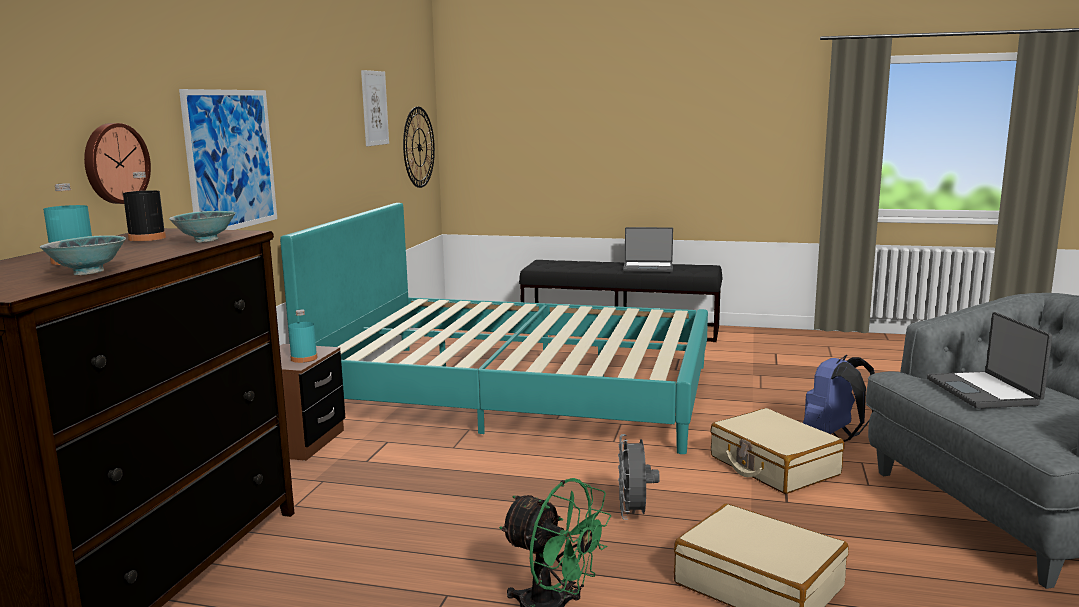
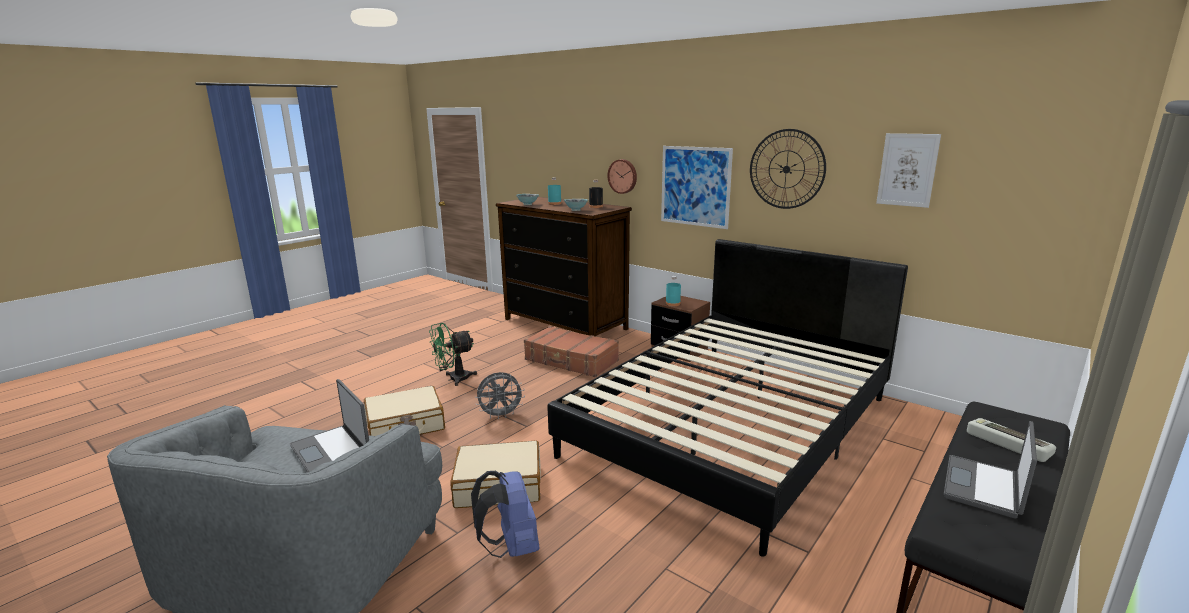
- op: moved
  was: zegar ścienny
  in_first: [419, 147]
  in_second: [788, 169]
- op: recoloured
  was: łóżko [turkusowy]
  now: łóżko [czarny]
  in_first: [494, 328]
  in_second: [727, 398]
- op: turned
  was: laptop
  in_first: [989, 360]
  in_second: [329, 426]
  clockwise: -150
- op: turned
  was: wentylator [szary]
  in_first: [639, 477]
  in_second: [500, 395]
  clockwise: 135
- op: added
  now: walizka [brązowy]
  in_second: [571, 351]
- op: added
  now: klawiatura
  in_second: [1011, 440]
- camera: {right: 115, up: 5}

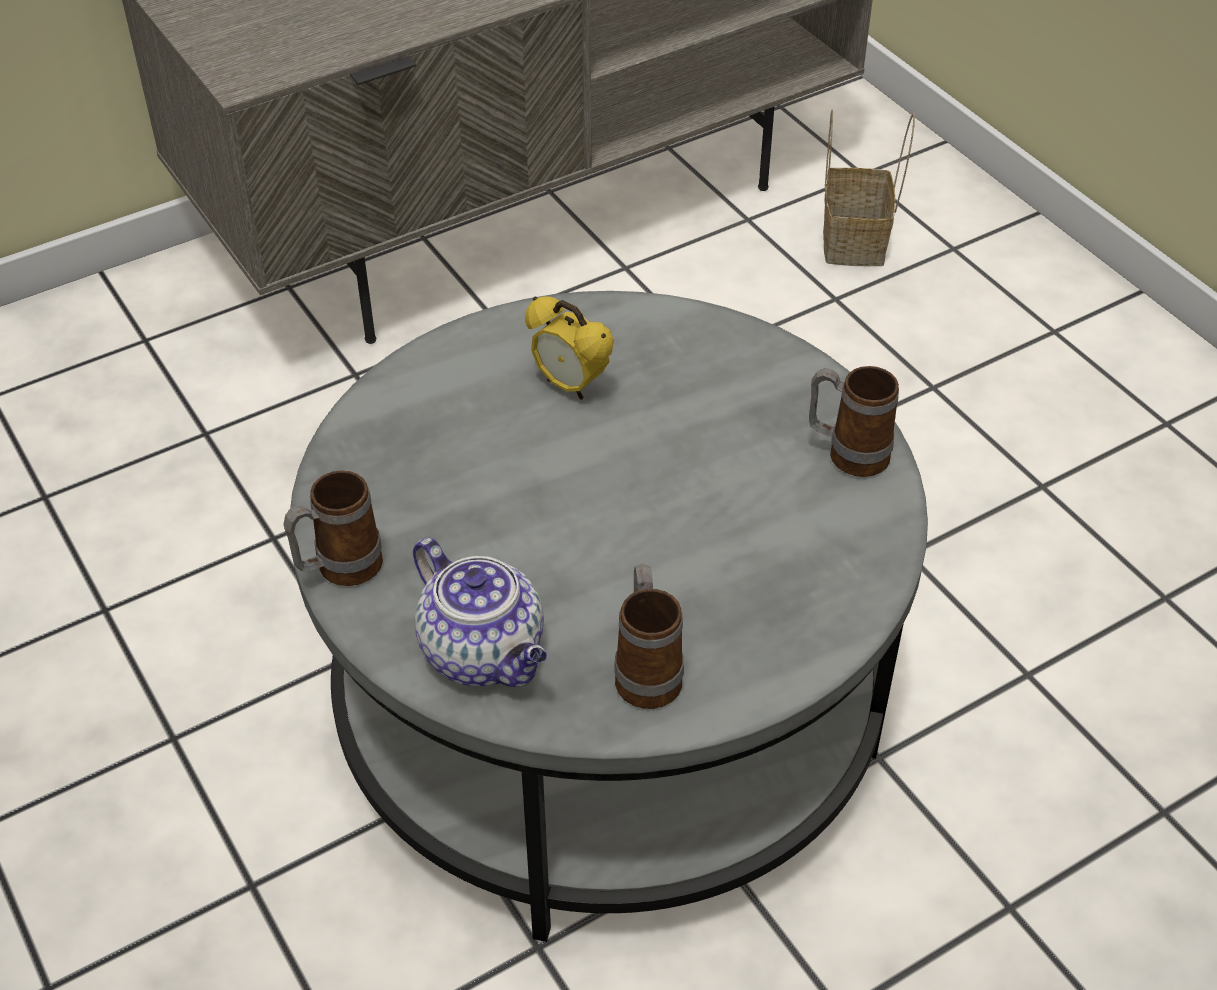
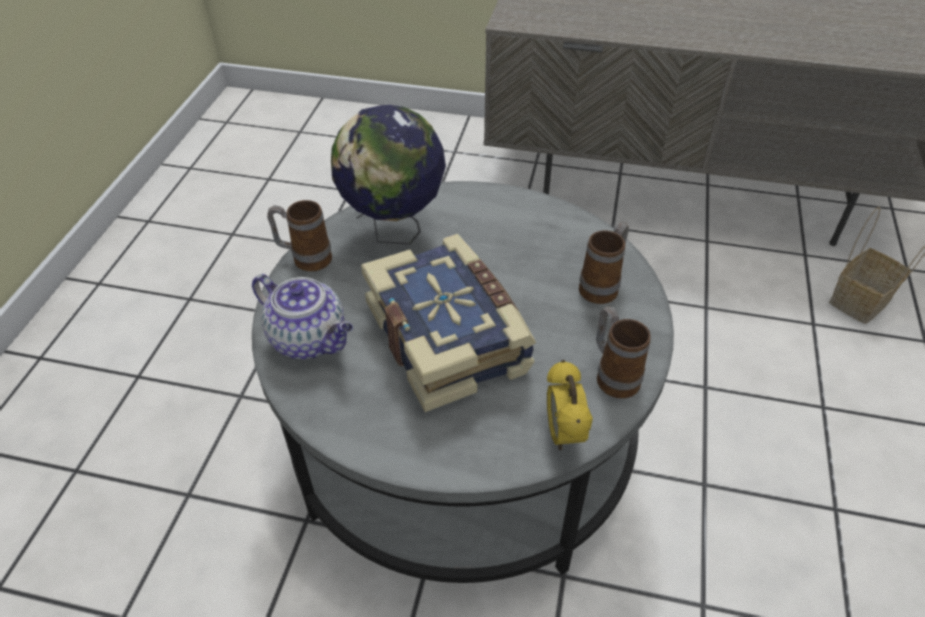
- op: moved
  was: budzik
  in_first: [569, 348]
  in_second: [570, 405]
- op: turned
  was: imbryk
  in_first: [480, 612]
  in_second: [302, 316]
  clockwise: -60
- op: moved
  was: kubek
  in_first: [649, 636]
  in_second: [604, 263]
- op: added
  now: globus
  in_second: [388, 175]
- op: added
  now: książka
  in_second: [448, 323]
- camera: {right: 45, up: 0}

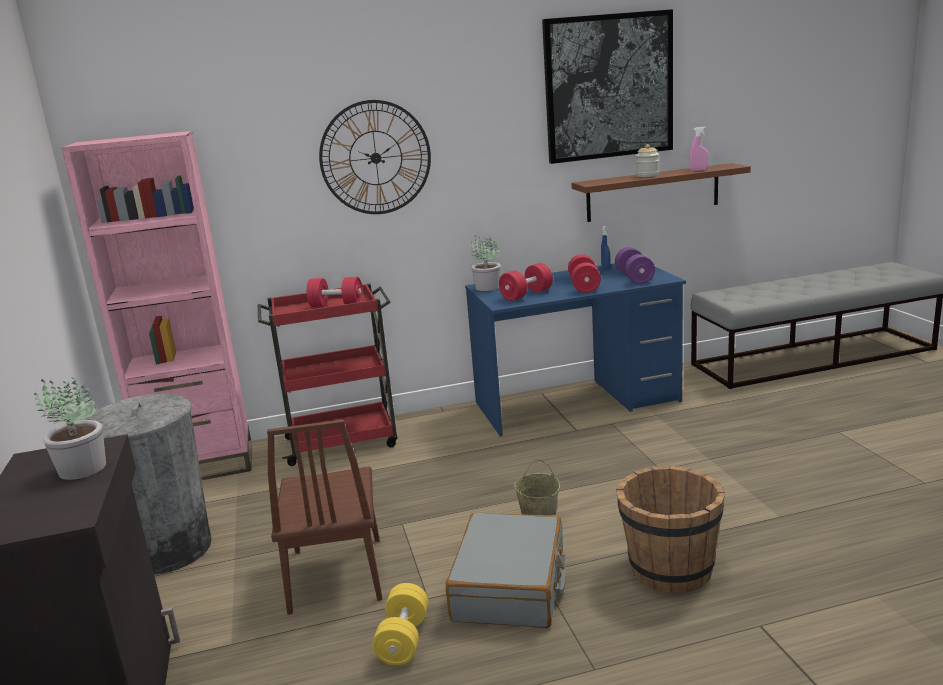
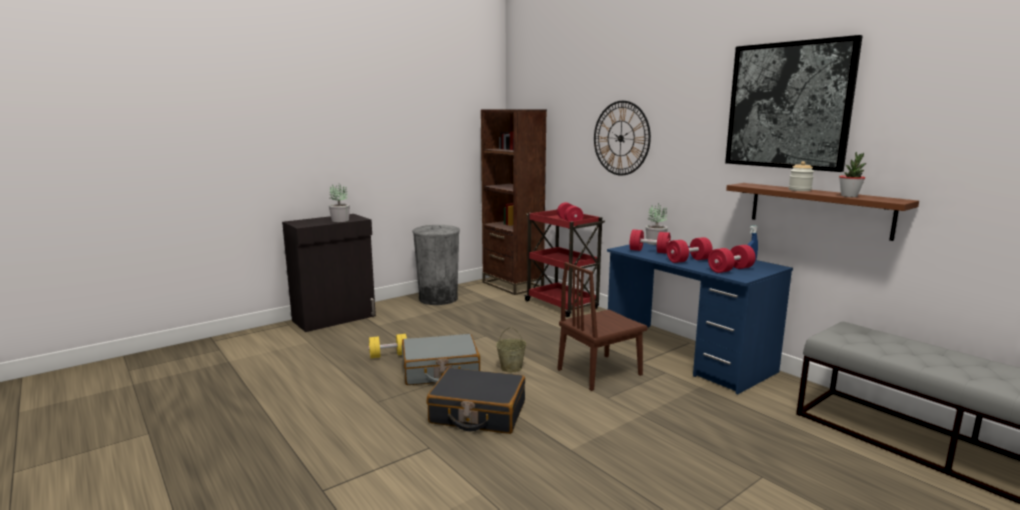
- op: replaced
  was: spryskiwacz [różowy]
  now: roślina doniczkowa
  in_first: [698, 149]
  in_second: [852, 174]
- op: recoloured
  was: regał [różowy]
  now: regał [brązowy]
  in_first: [156, 305]
  in_second: [514, 202]
- op: recoloured
  was: hantel [fioletowy]
  now: hantel [czerwony]
  in_first: [635, 265]
  in_second: [732, 259]
- op: moved
  was: krzesło [brązowy]
  in_first: [324, 517]
  in_second: [602, 326]
- op: replaced
  was: wiadro [brązowy]
  now: walizka [czarny]
  in_first: [670, 529]
  in_second: [476, 400]
- camera: {right: 65, up: -5}

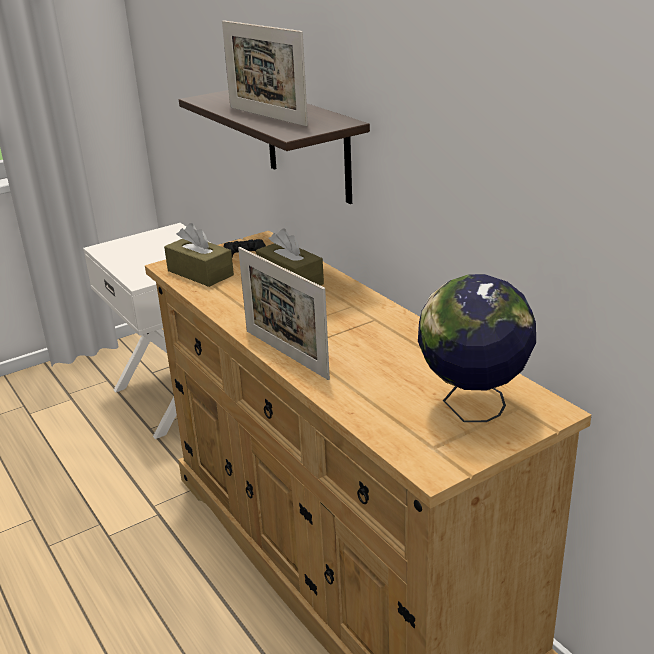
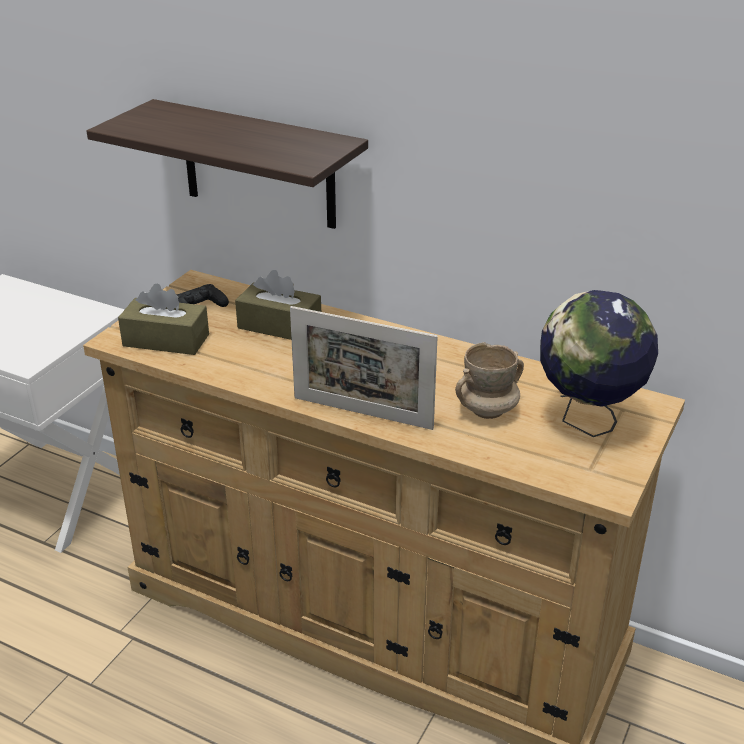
- op: removed
  was: ramka na zdjęcie
  in_first: [265, 73]
- op: added
  now: kubek [beżowy]
  in_second: [489, 380]
- camera: {right: -30, up: 5}

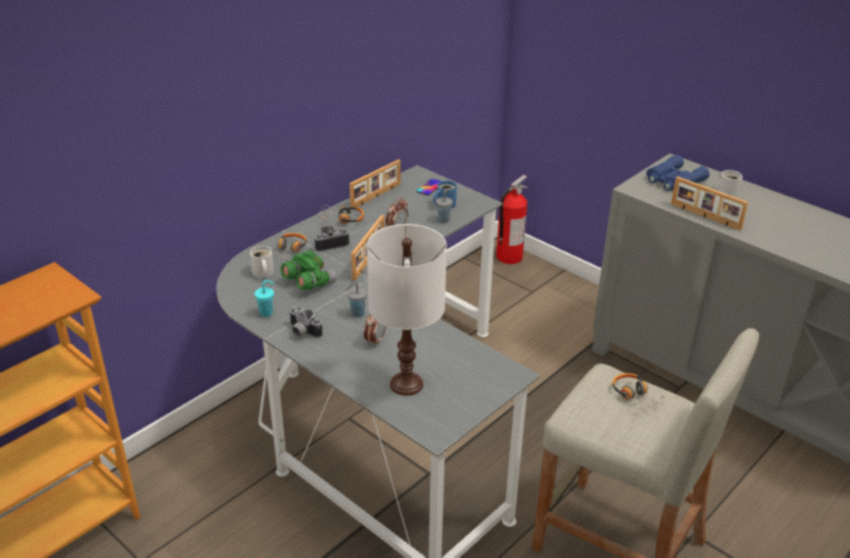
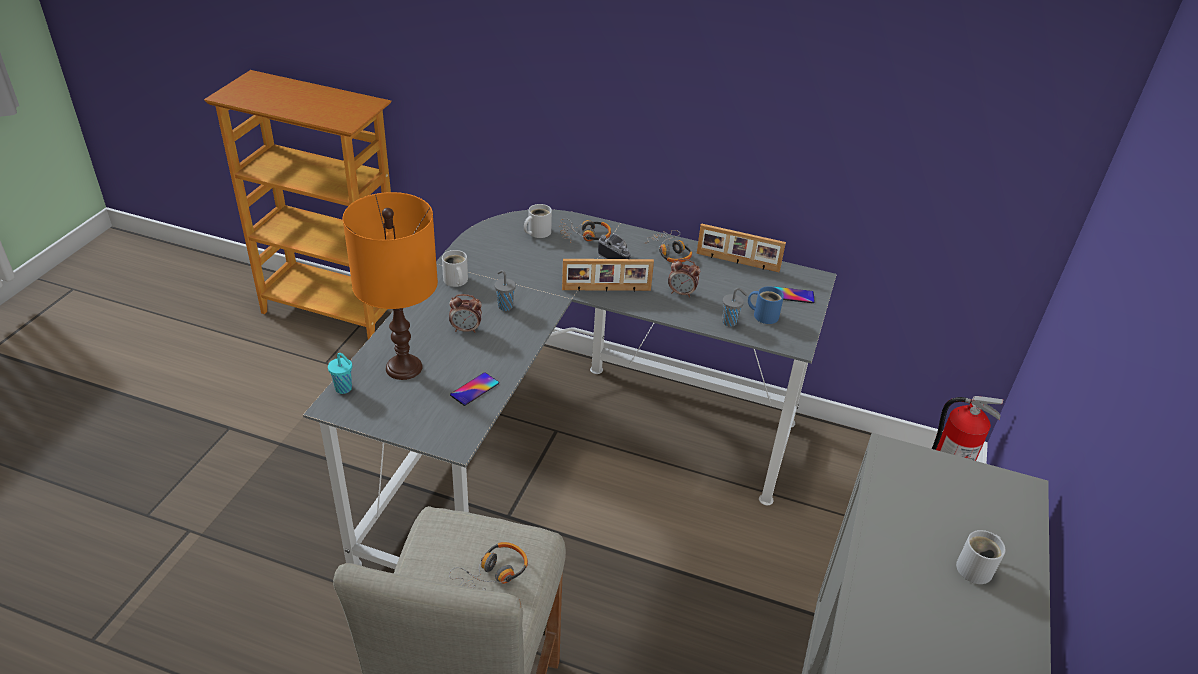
- op: removed
  was: lornetka [niebieski]
  in_first: [677, 173]
- op: removed
  was: ramka na zdjęcie
  in_first: [709, 203]
- op: recoloured
  was: lampa stołowa [biały]
  now: lampa stołowa [pomarańczowy]
  in_first: [407, 310]
  in_second: [390, 286]
- op: removed
  was: lornetka [zielony]
  in_first: [309, 270]
- op: moved
  was: filiżanka [turkusowy]
  in_first: [264, 298]
  in_second: [340, 373]
- op: replaced
  was: aparat fotograficzny
  now: kubek [biały]
  in_first: [306, 322]
  in_second: [455, 268]
- op: added
  now: telefon
  in_second: [474, 389]
- camera: {right: 65, up: 5}

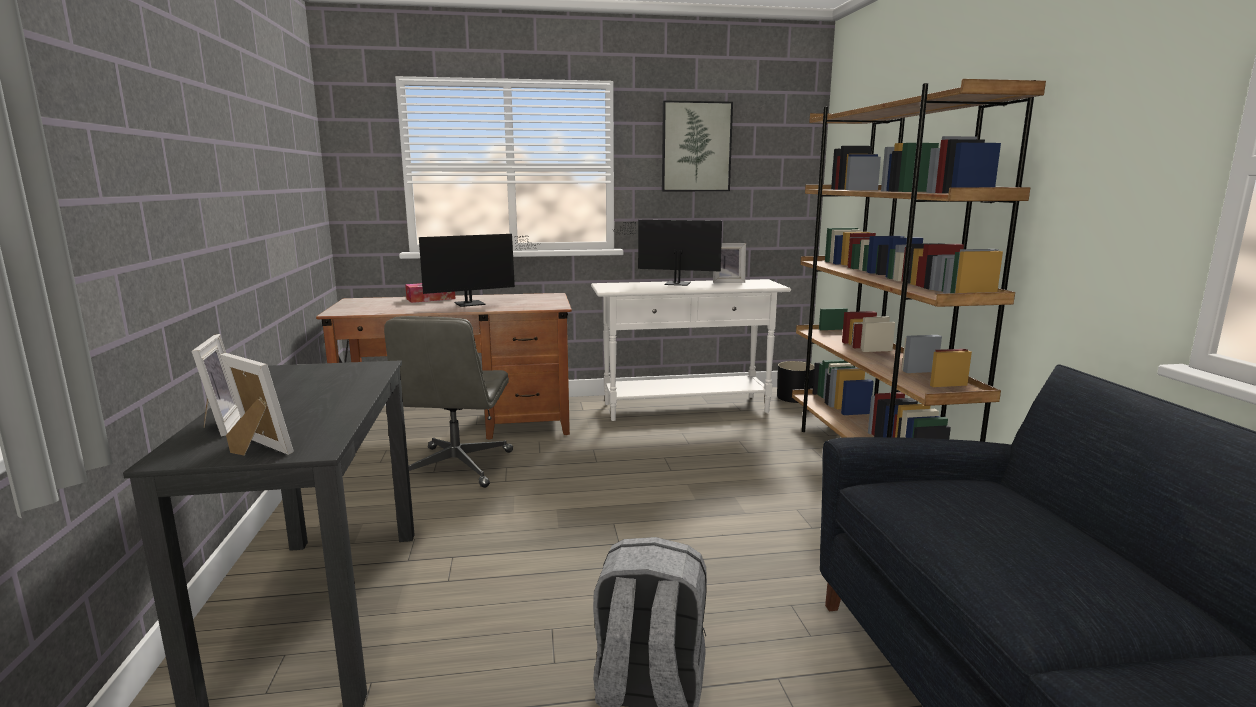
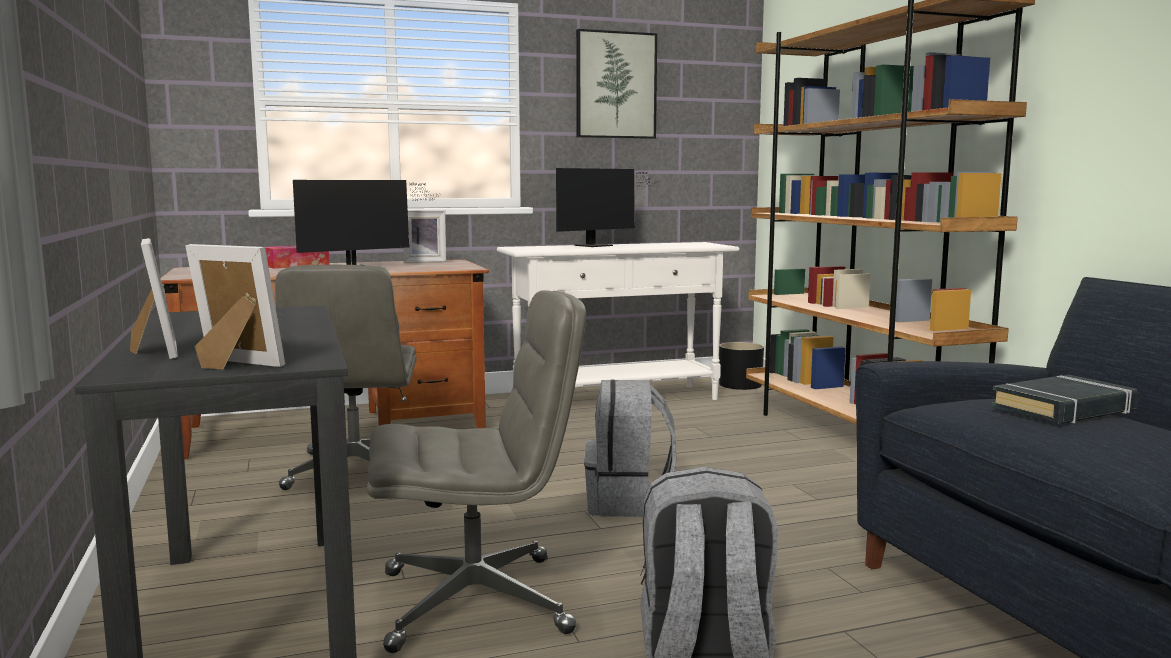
- op: turned
  was: monitor
  in_first: [667, 253]
  in_second: [606, 207]
  clockwise: 135
- op: moved
  was: ramka na zdjęcie
  in_first: [729, 263]
  in_second: [424, 236]
- op: added
  now: krzesło biurowe [szary]
  in_second: [476, 471]
- op: added
  now: książka [czarny]
  in_second: [1065, 399]
- op: added
  now: plecak [szary]
  in_second: [630, 448]
- camera: {right: -10, up: -5}

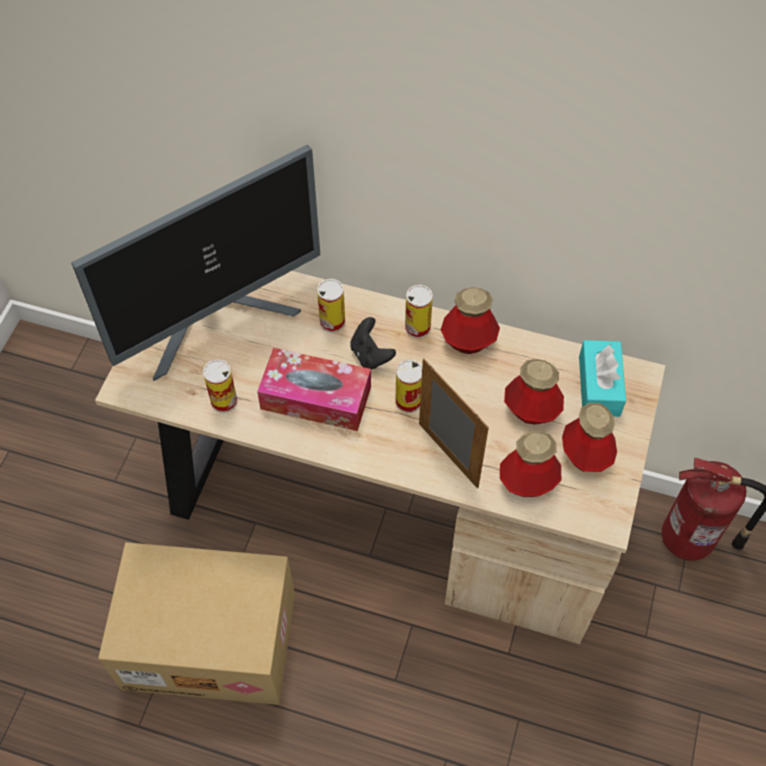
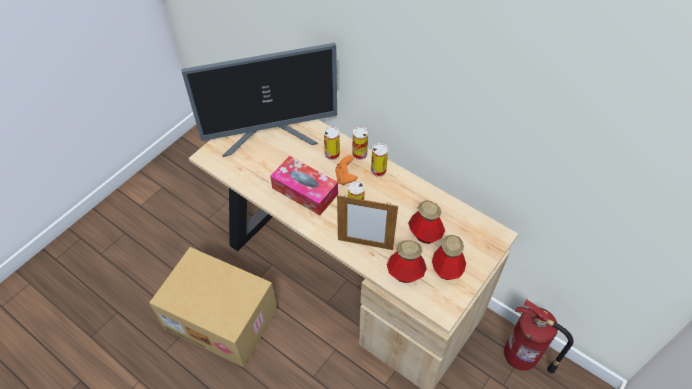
- op: removed
  was: butelka
  in_first: [470, 320]
- op: recoloured
  was: pad do gier [czarny]
  now: pad do gier [pomarańczowy]
  in_first: [373, 343]
  in_second: [346, 170]
- op: removed
  was: pudełko chusteczek [turkusowy]
  in_first: [602, 378]
- op: moved
  was: puszka
  in_first: [220, 386]
  in_second: [360, 143]
- op: turned
  was: ramka na zdjęcie
  in_first: [454, 424]
  in_second: [367, 222]
  clockwise: 120
- camera: {right: 20, up: -5}

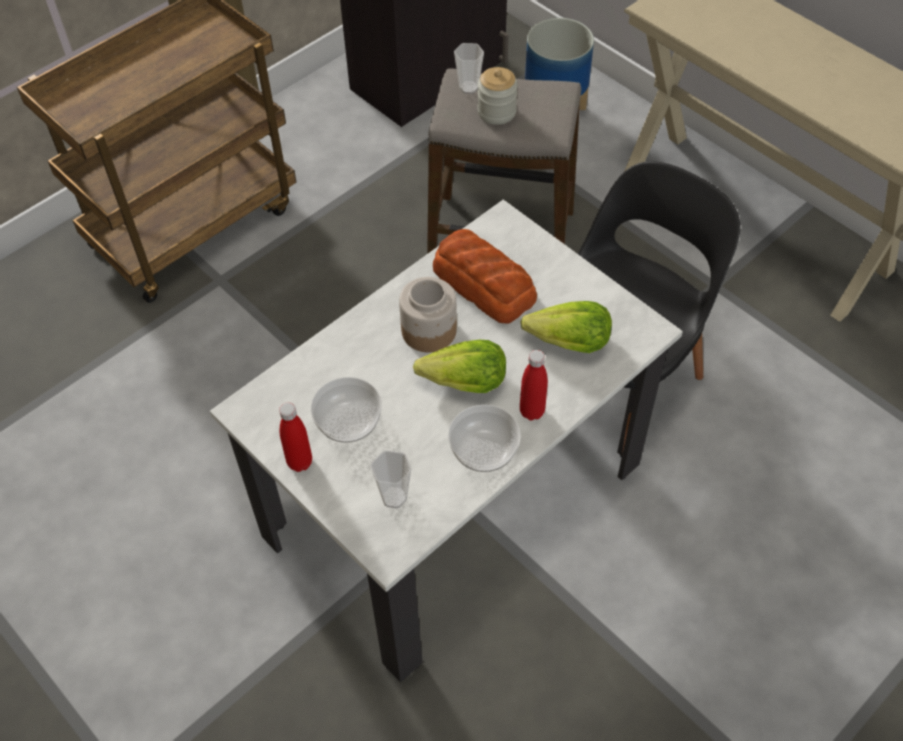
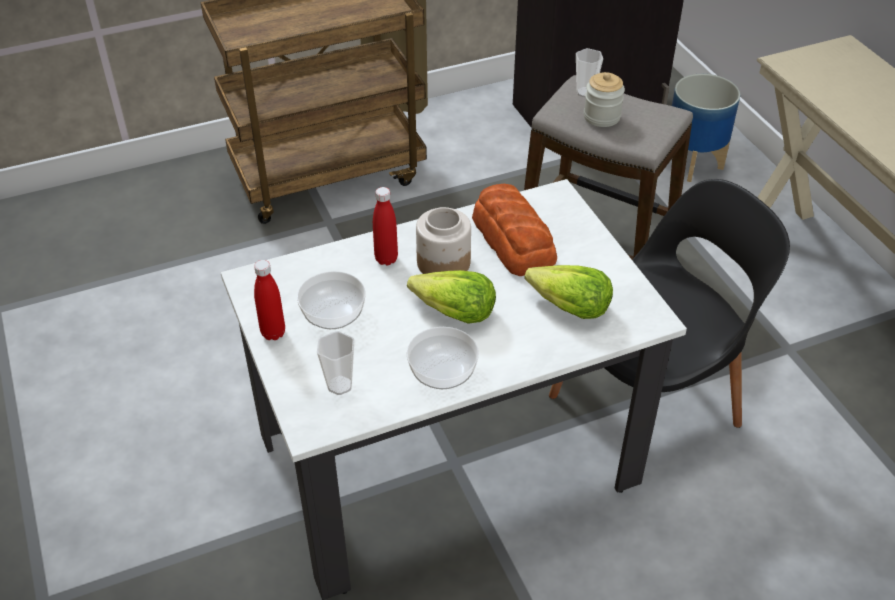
- op: moved
  was: butelka [czerwony]
  in_first: [534, 385]
  in_second: [385, 226]
- camera: {right: 20, up: -10}

